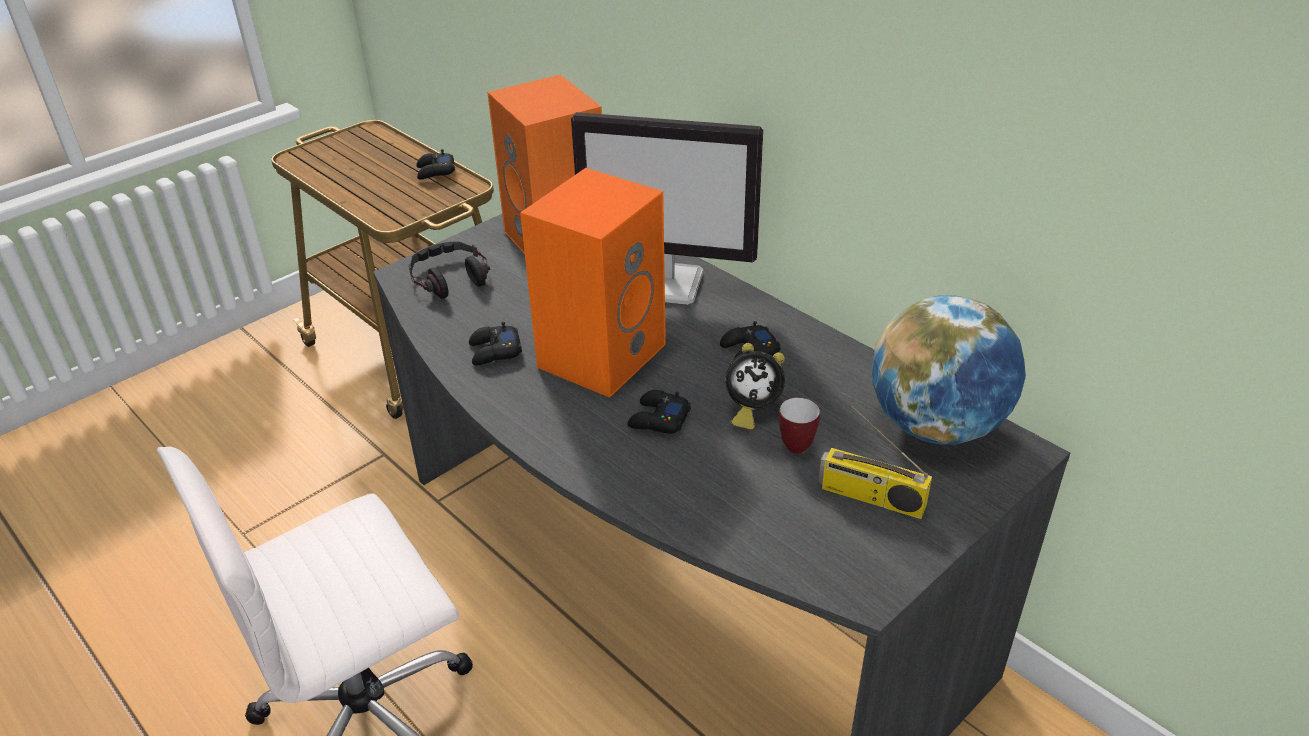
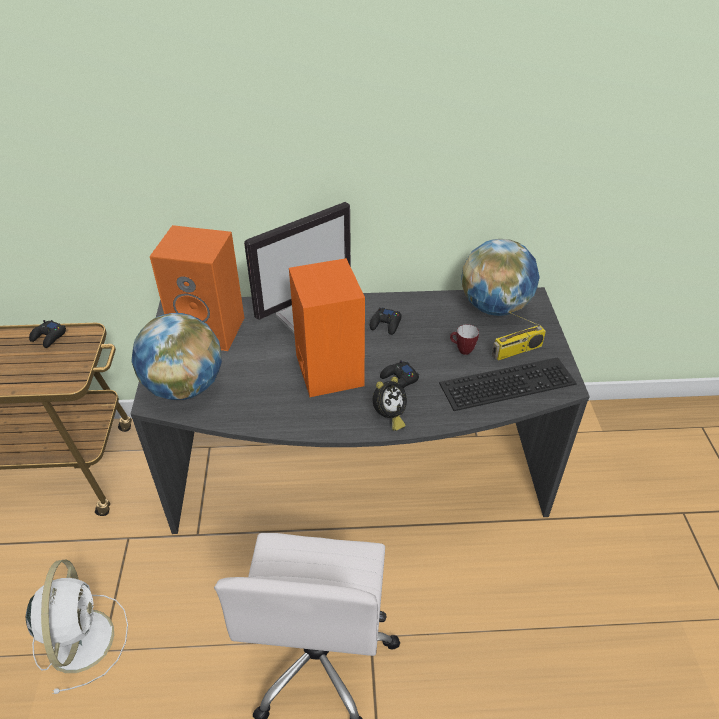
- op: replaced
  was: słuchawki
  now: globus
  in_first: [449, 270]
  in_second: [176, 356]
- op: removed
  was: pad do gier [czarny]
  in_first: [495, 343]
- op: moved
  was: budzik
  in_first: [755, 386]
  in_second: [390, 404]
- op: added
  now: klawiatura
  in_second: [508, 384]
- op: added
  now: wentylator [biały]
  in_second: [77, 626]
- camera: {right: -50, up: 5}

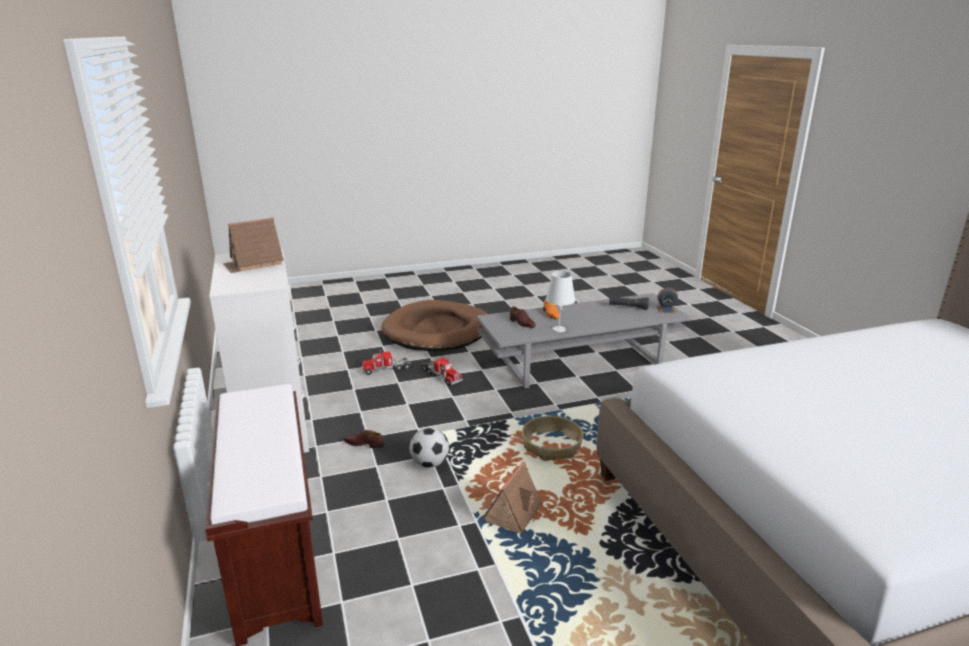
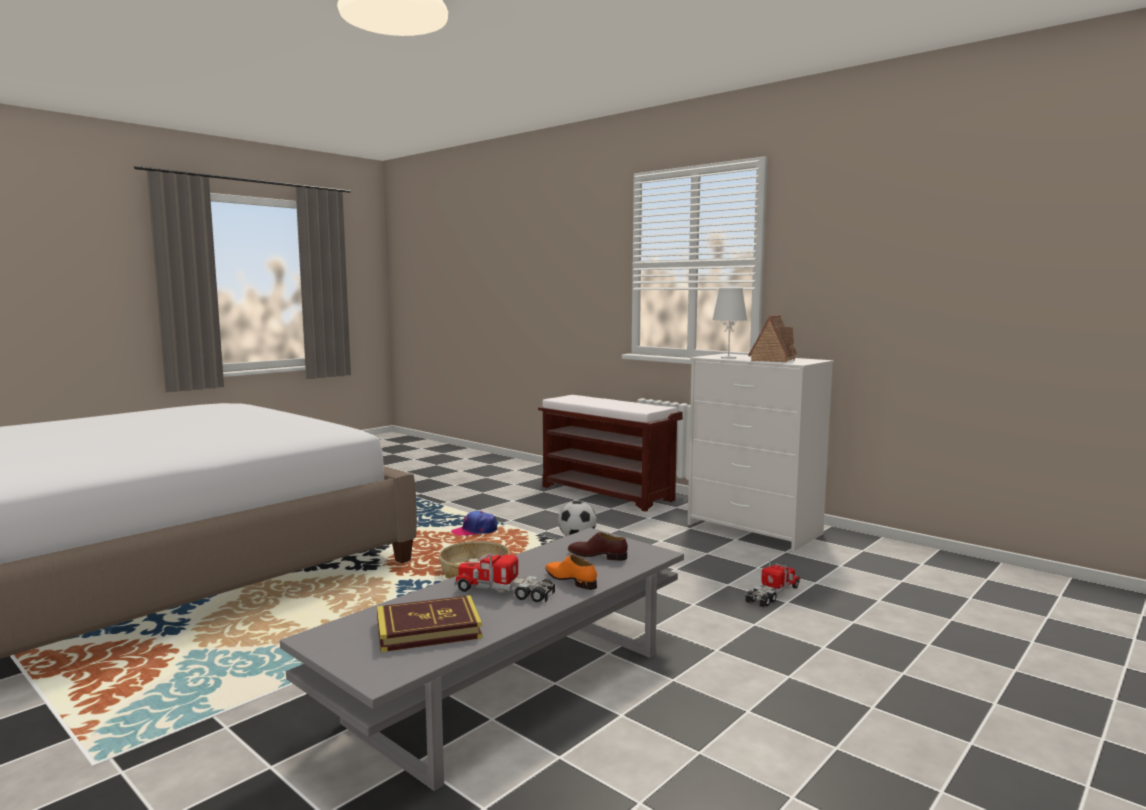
- op: moved
  was: lampa stołowa [biały]
  in_first: [560, 301]
  in_second: [729, 323]
- op: removed
  was: budzik
  in_first: [667, 300]
- op: replaced
  was: latarka [czarny]
  now: książka
  in_first: [629, 303]
  in_second: [429, 623]
- op: removed
  was: legowisko [brązowy]
  in_first: [434, 325]
- op: moved
  was: ciężarówka zabawkowa
  in_first: [442, 371]
  in_second: [504, 574]
- op: removed
  was: but [brązowy]
  in_first: [363, 439]
- op: replaced
  was: domek
  now: czapka z daszkiem
  in_first: [512, 497]
  in_second: [474, 523]
- camera: {right: 150, up: -15}

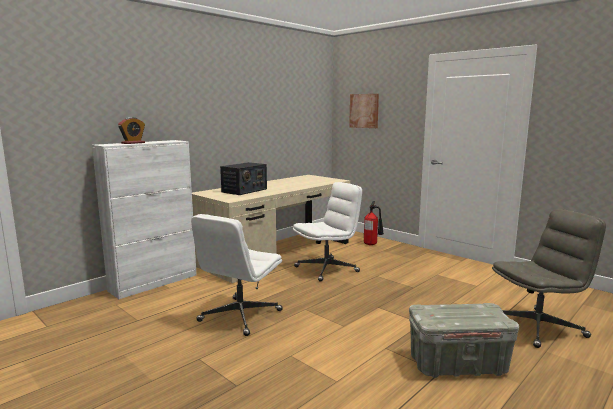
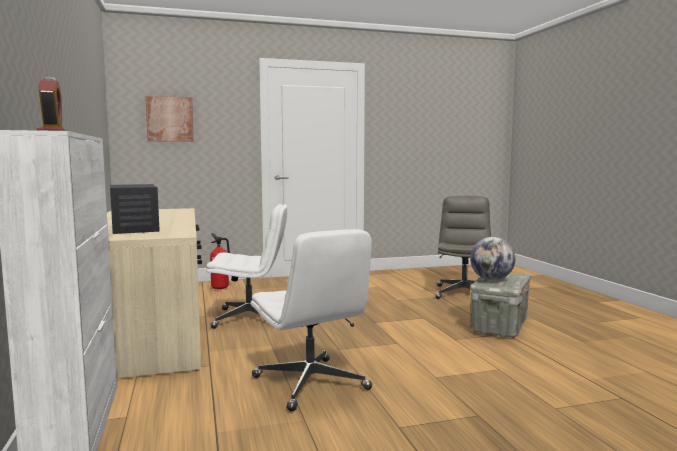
- op: turned
  was: krzesło biurowe [biały]
  in_first: [327, 232]
  in_second: [246, 266]
  clockwise: 90
- op: added
  now: globus
  in_second: [493, 258]
- camera: {right: -60, up: -5}

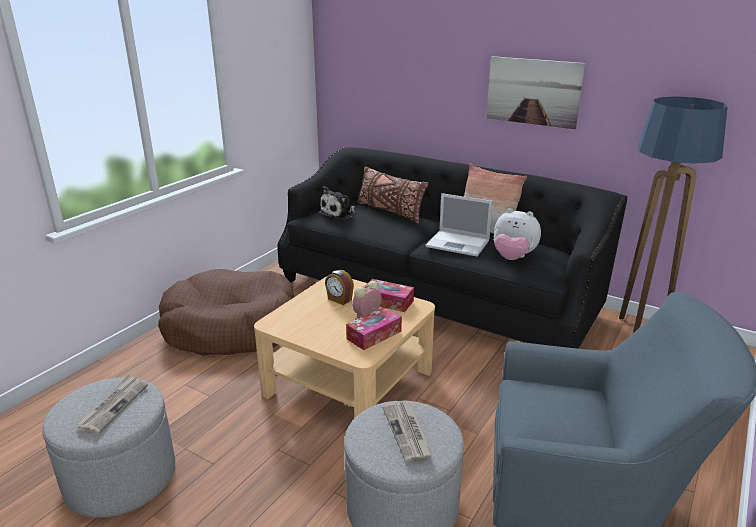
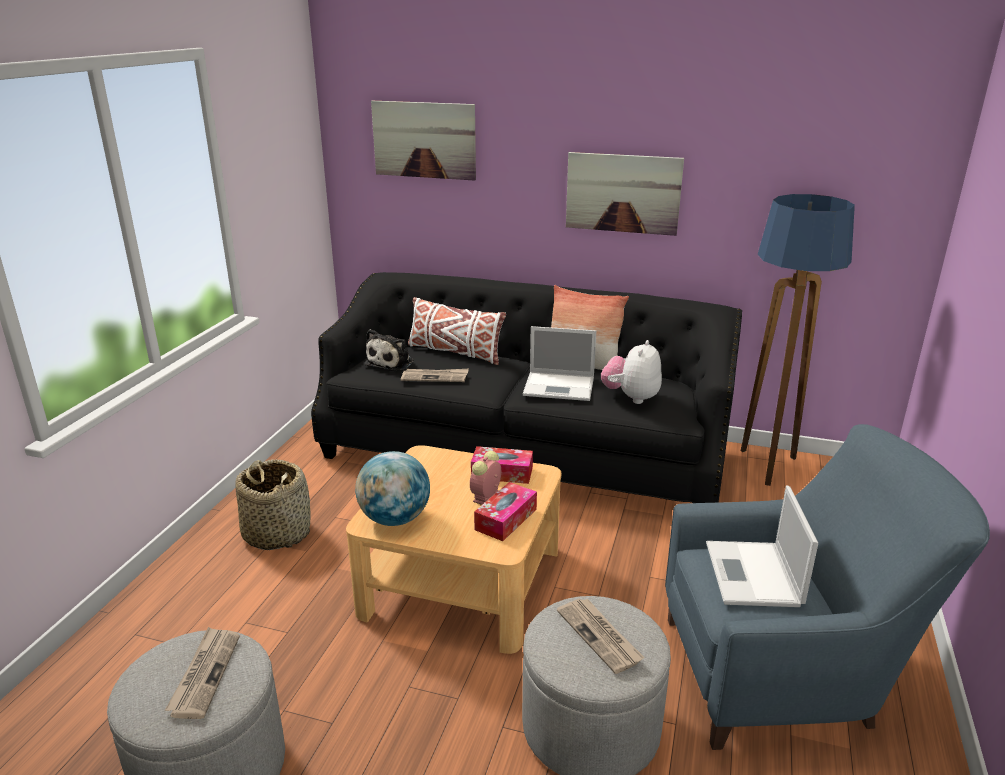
- op: recoloured
  was: poduszka [brązowy]
  now: poduszka [biały]
  in_first: [392, 194]
  in_second: [457, 331]
- op: turned
  was: pluszak
  in_first: [517, 234]
  in_second: [631, 372]
  clockwise: 105
- op: replaced
  was: legowisko [brązowy]
  now: koszyk
  in_first: [226, 312]
  in_second: [273, 504]
- op: removed
  was: budzik
  in_first: [339, 287]
- op: added
  now: obraz
  in_second: [423, 140]
- op: added
  now: gazeta
  in_second: [435, 375]
- op: added
  now: globus
  in_second: [392, 488]
- op: added
  now: laptop
  in_second: [762, 546]
- camera: {right: -15, up: 0}

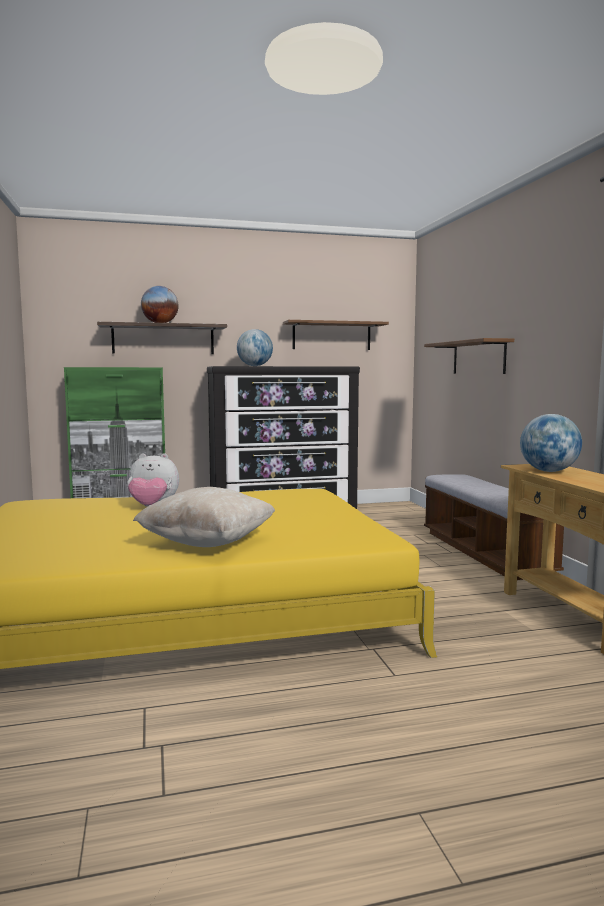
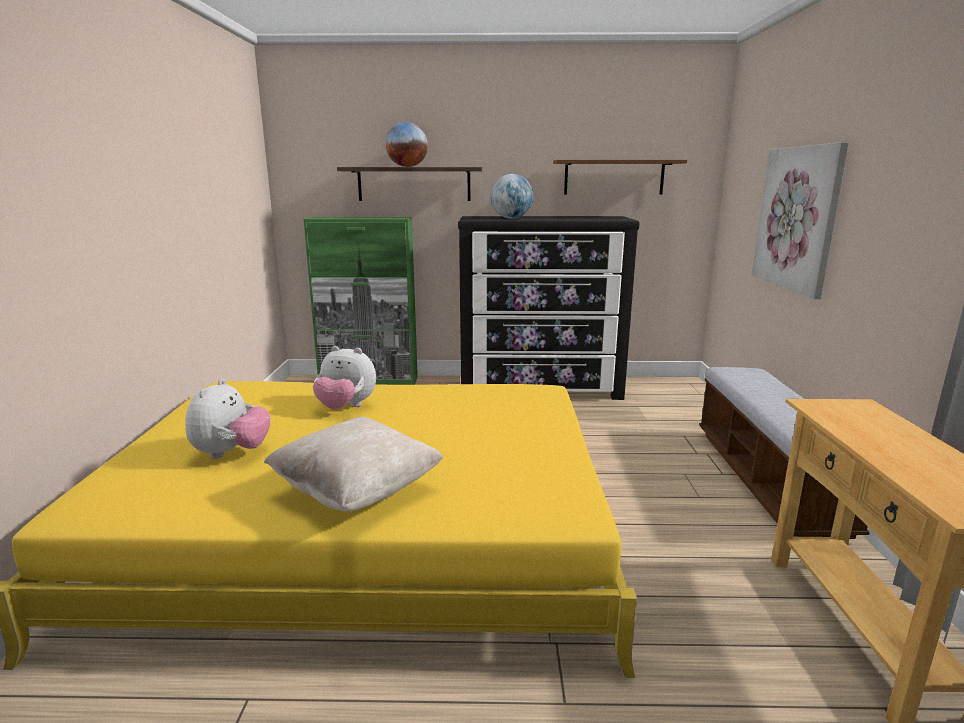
- op: replaced
  was: półka [brązowy]
  now: obraz
  in_first: [469, 356]
  in_second: [800, 220]
- op: removed
  was: globus
  in_first: [551, 443]
- op: added
  now: pluszak
  in_second: [227, 419]
- camera: {right: 15, up: 10}

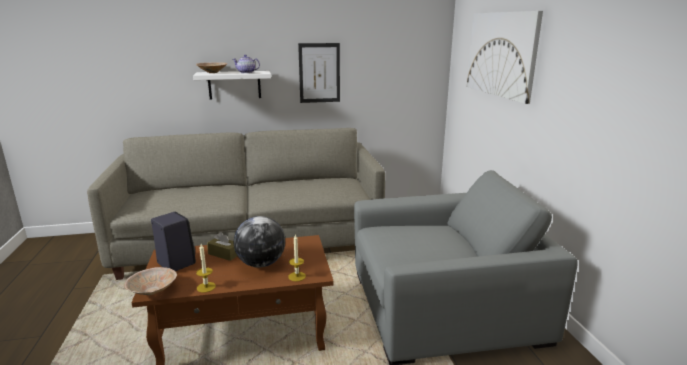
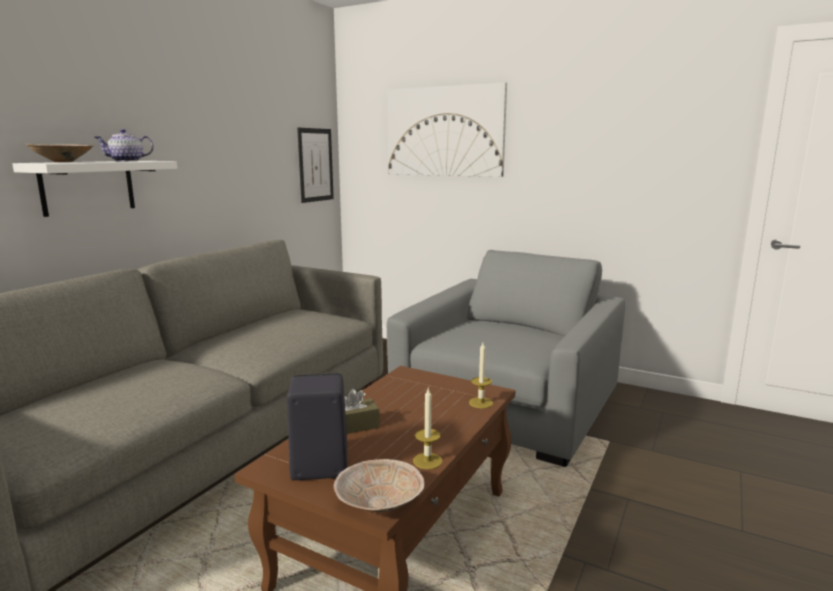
- op: moved
  was: obraz
  in_first: [319, 73]
  in_second: [315, 165]
- op: removed
  was: globus
  in_first: [259, 242]
- camera: {right: -50, up: -5}

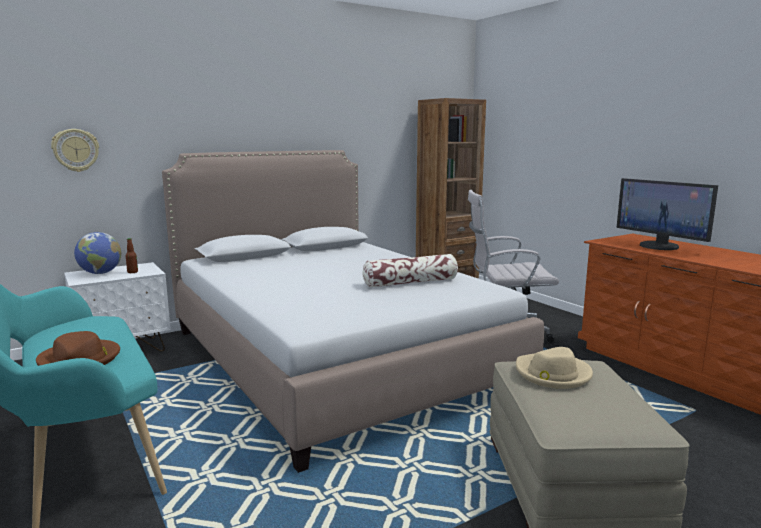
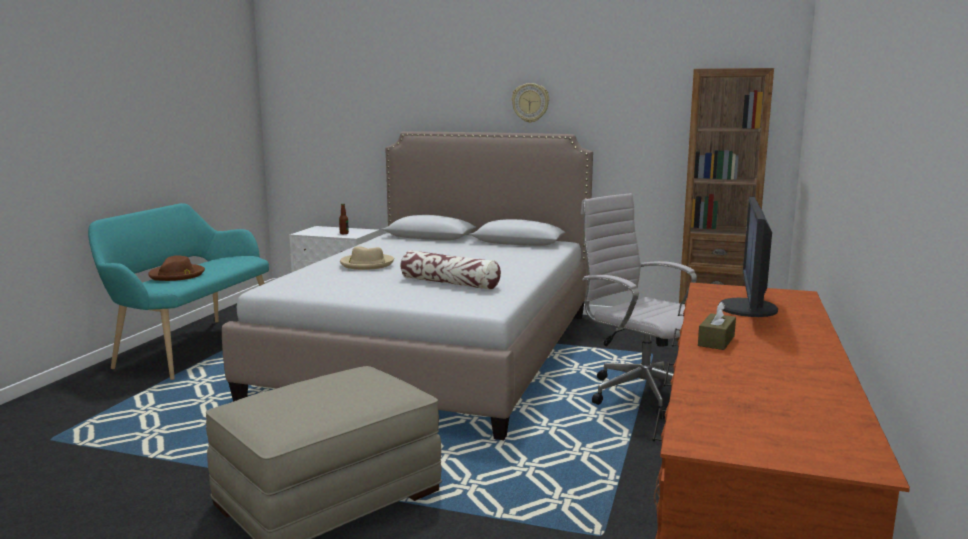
- op: moved
  was: zegar ścienny
  in_first: [75, 150]
  in_second: [530, 103]
- op: removed
  was: globus
  in_first: [97, 253]
- op: moved
  was: kapelusz [beżowy]
  in_first: [554, 368]
  in_second: [367, 258]
- op: added
  now: pudełko chusteczek [brązowy]
  in_second: [717, 325]
- camera: {right: 50, up: 0}

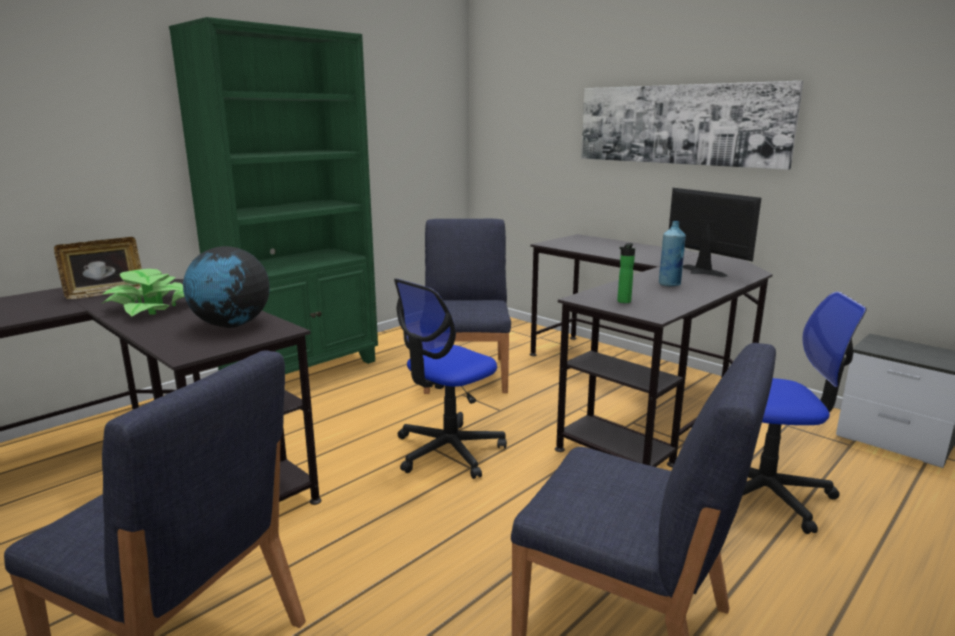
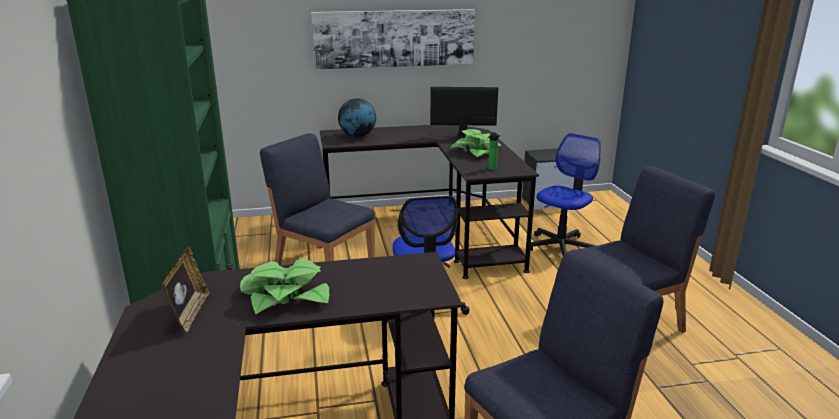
- op: replaced
  was: butelka [niebieski]
  now: roślina doniczkowa
  in_first: [672, 253]
  in_second: [476, 143]
- op: moved
  was: globus
  in_first: [226, 287]
  in_second: [357, 118]
- camera: {right: -55, up: 5}

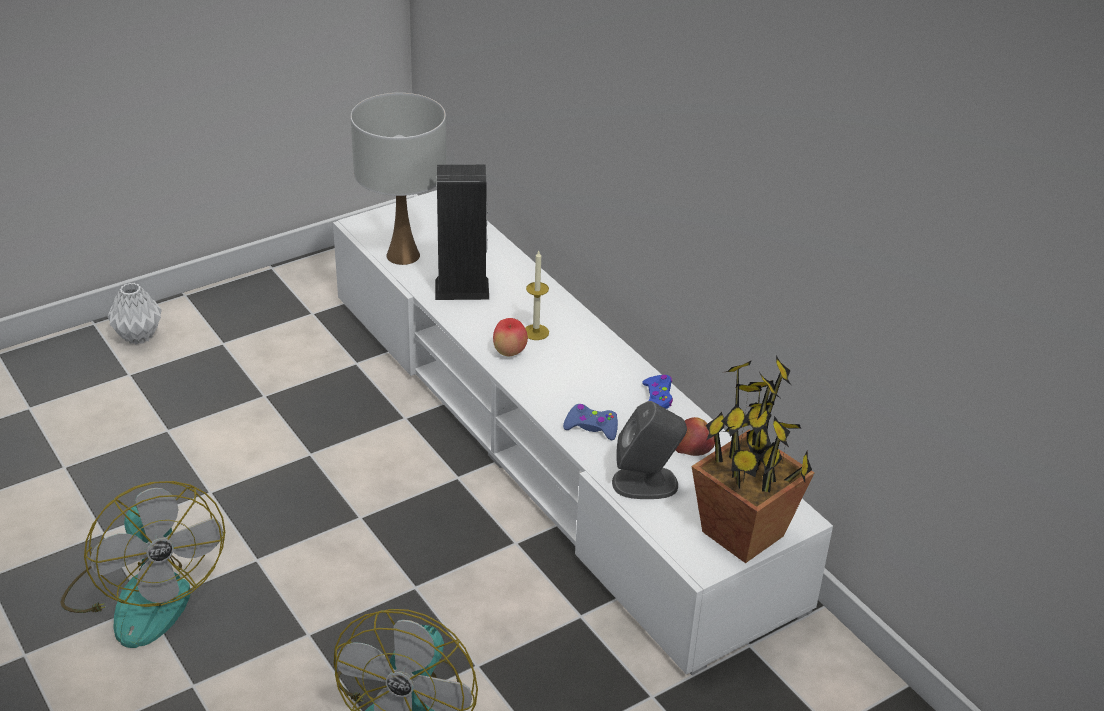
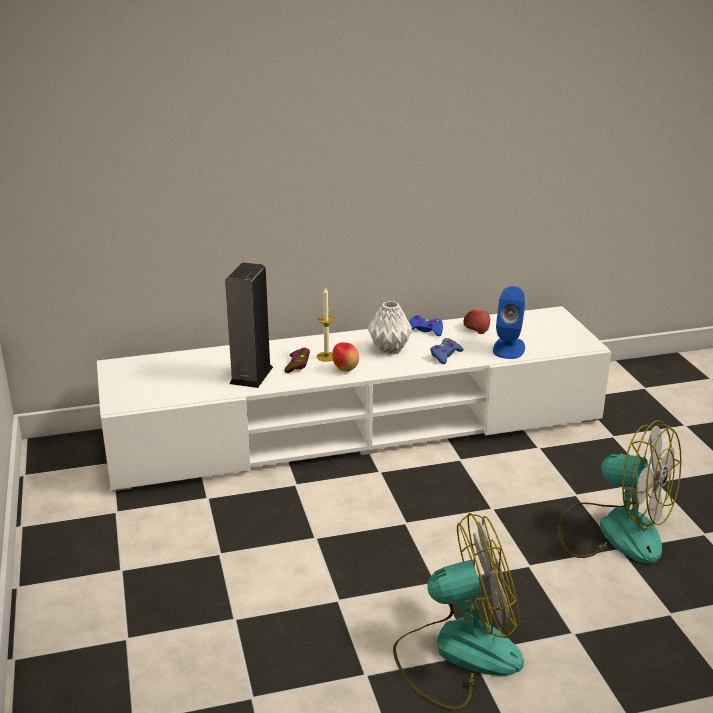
- op: removed
  was: lampa stołowa [biały]
  in_first: [398, 179]
- op: moved
  was: wazon [biały]
  in_first: [135, 314]
  in_second: [390, 327]
- op: removed
  was: roślina doniczkowa
  in_first: [752, 459]
- op: recoloured
  was: głośnik [szary]
  now: głośnik [niebieski]
  in_first: [649, 450]
  in_second: [509, 322]
- op: added
  now: pad do gier [brązowy]
  in_second: [297, 360]
- camera: {right: -70, up: -10}

